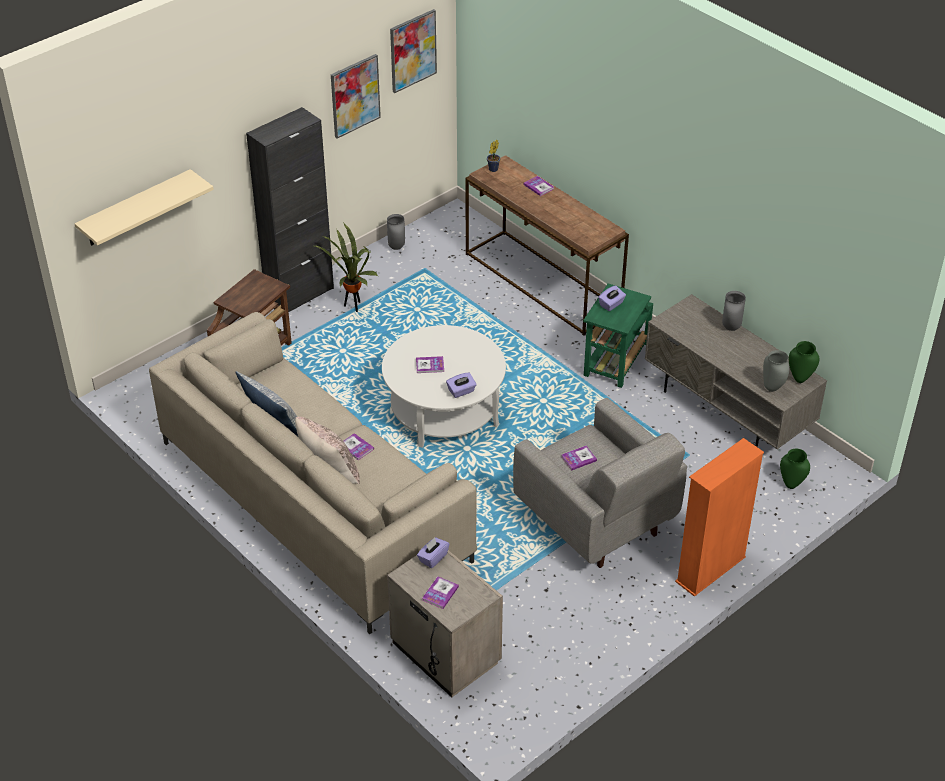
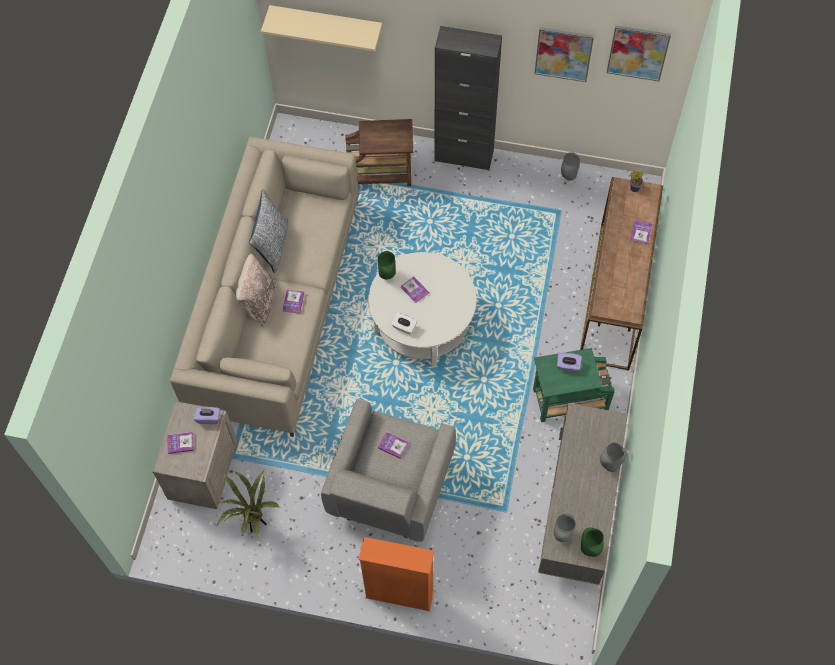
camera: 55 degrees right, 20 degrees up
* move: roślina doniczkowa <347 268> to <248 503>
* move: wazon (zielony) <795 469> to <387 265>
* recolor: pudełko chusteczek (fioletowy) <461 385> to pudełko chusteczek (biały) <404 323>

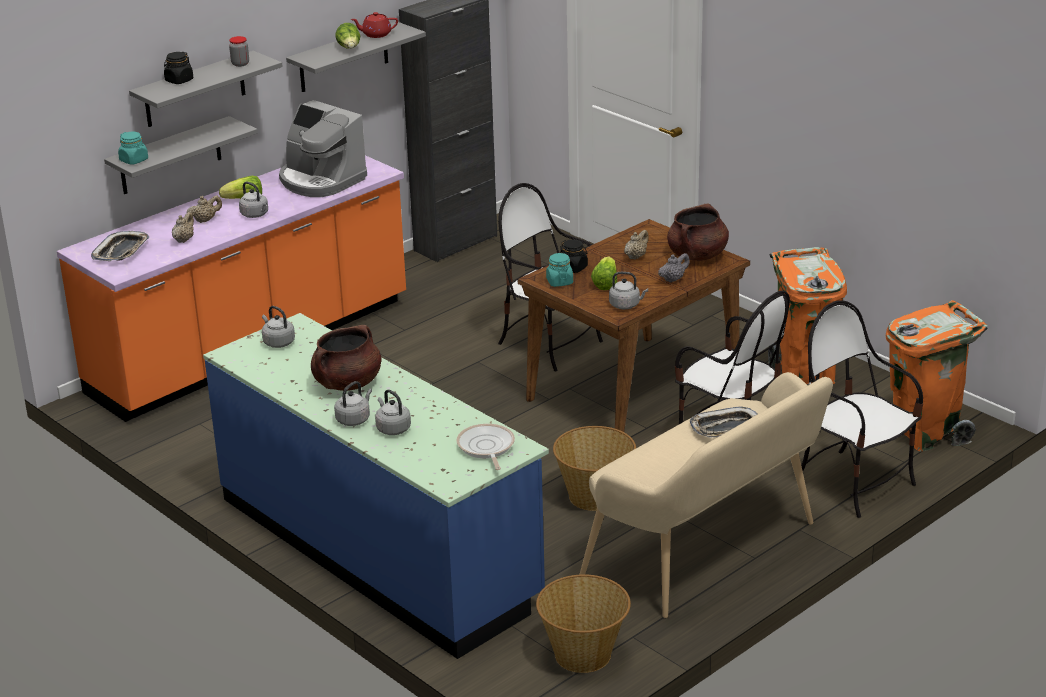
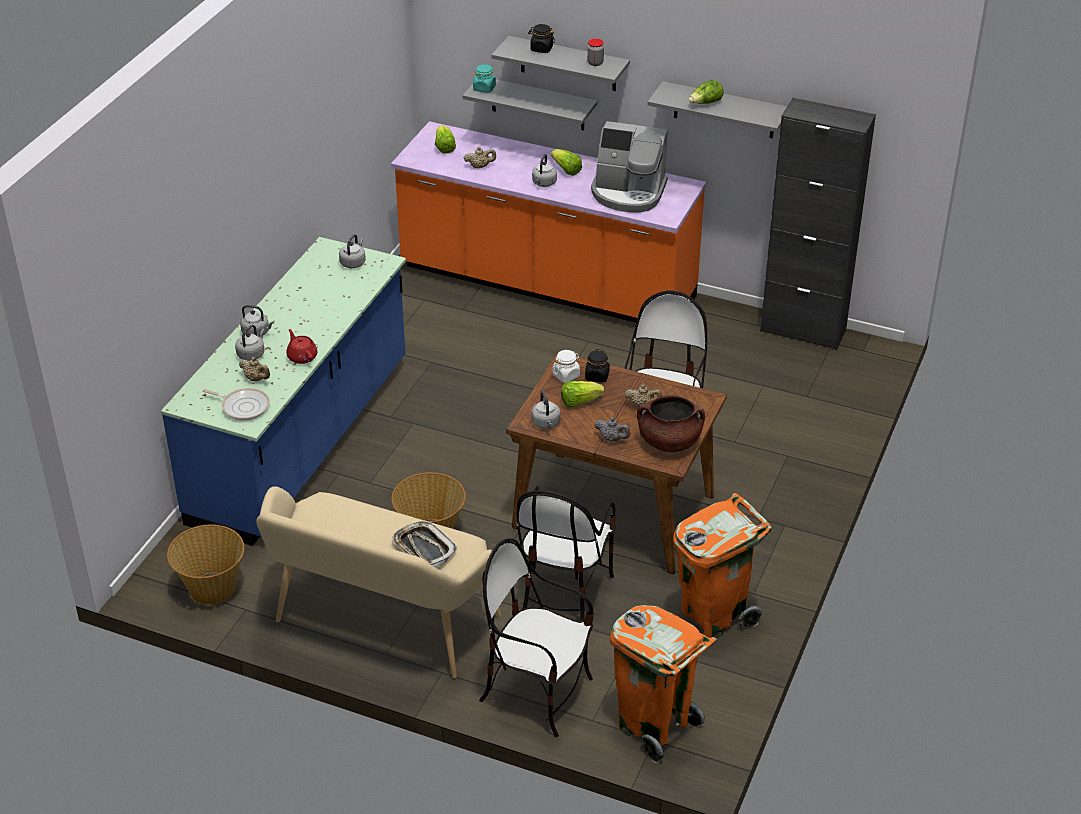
camera: 65 degrees right, 10 degrees up
* rotate: patelnia <485 447> = <236 404> 60 degrees clockwise
* move: imbryk (beżowy) <204 209> to <254 369>
* move: imbryk (czerwony) <374 25> to <301 346>
* replace: taca <120 246> to sałata <445 139>
* rotate: krzesło <862 409> = <536 637> 90 degrees counterclockwise
* recolor: słoik (turkusowy) <559 270> to słoik (biały) <566 366>
* rotate: ekspres do kawy <323 148> = <629 167> 90 degrees counterclockwise
* delete: garnek (brązowy) <346 358>

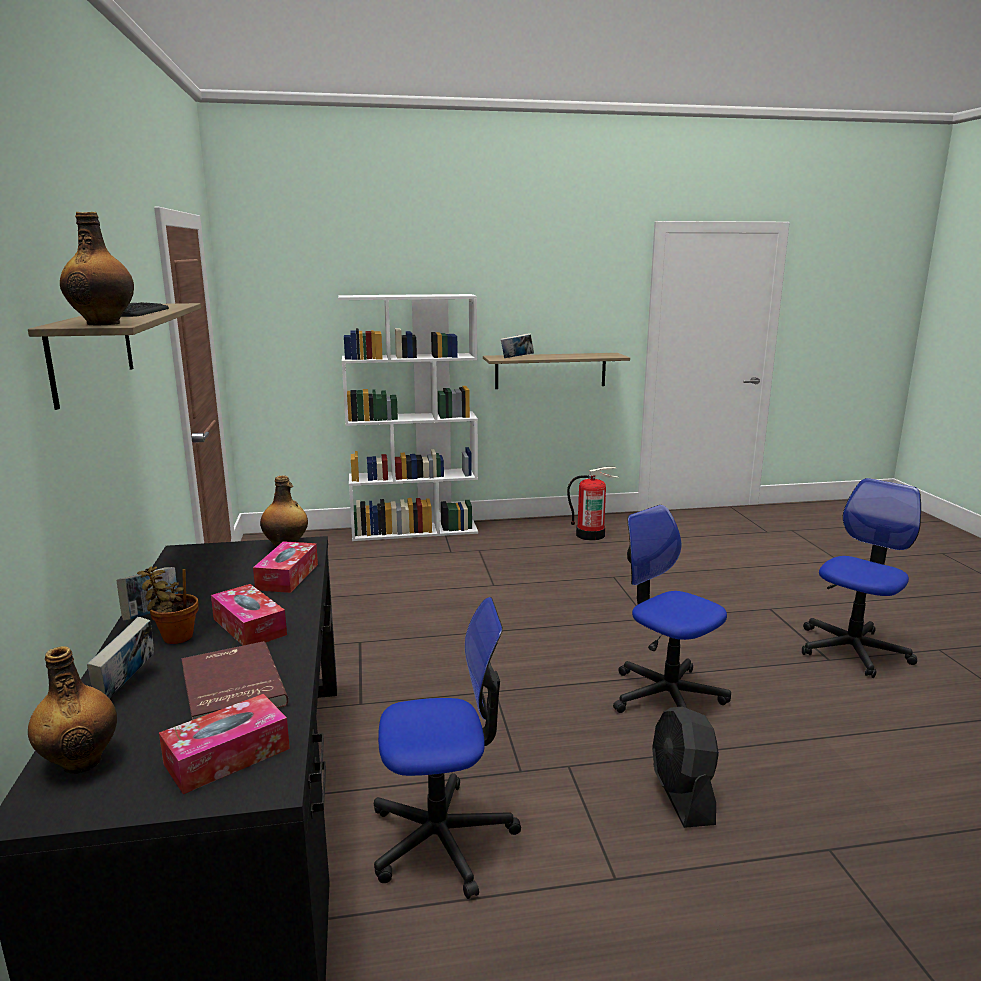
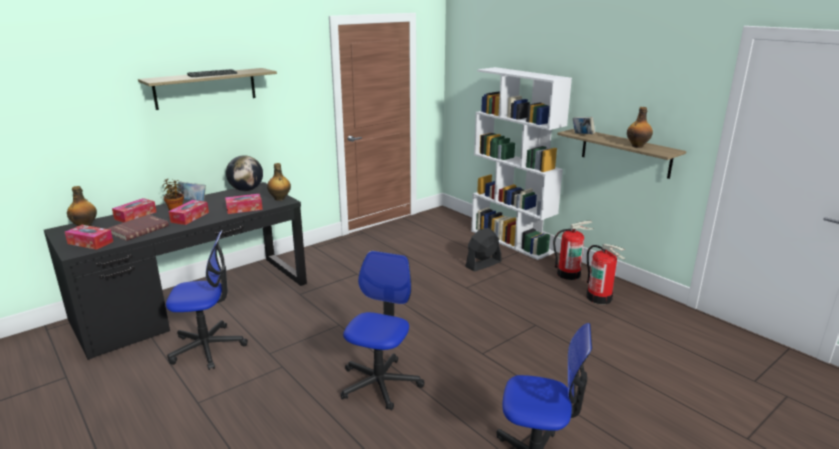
camera: 60 degrees right, 5 degrees up
* replace: książka <120 658> to pudełko chusteczek <134 210>
* rotate: krzesło biurowe <447 748> = <207 300> 60 degrees counterclockwise
* insert: globus <244 173>
* move: wentylator (czarny) <685 767> to <483 250>
* insert: gaśnica <573 250>
* move: butelka <97 269> to <640 127>

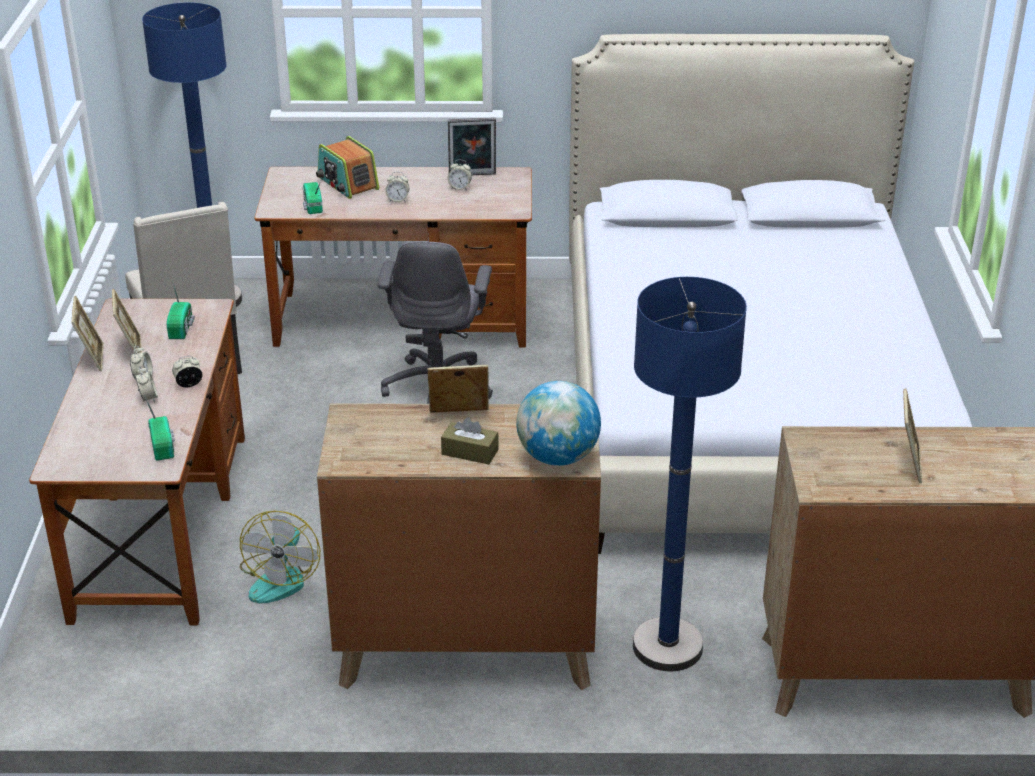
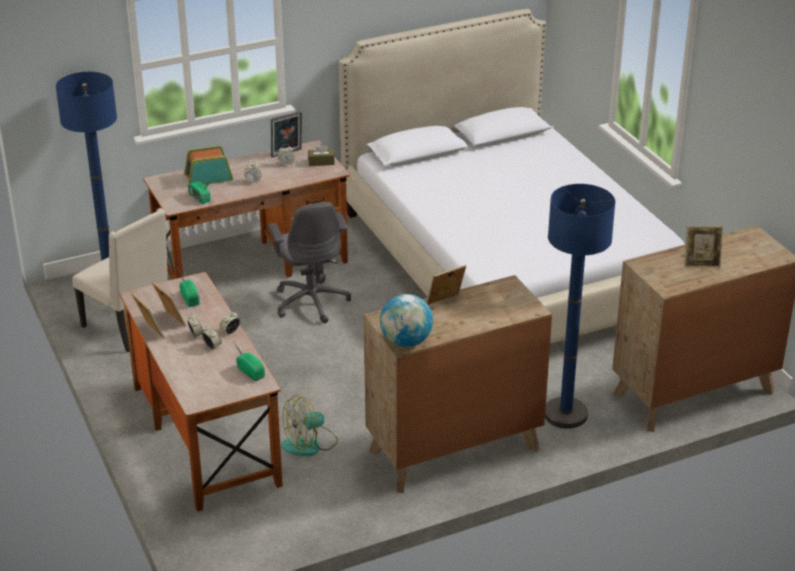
camera: 25 degrees left, 0 degrees up
* rotate: radio <347 167> = <208 165> 135 degrees clockwise
* rotate: wentylator <280 557> = <309 425> 75 degrees clockwise
* move: pudełko chusteczek (brązowy) <469 441> to <321 155>
* move: globus <558 423> to <406 320>
* rotate: ramka na zdjęcie <912 435> = <703 247> 105 degrees clockwise

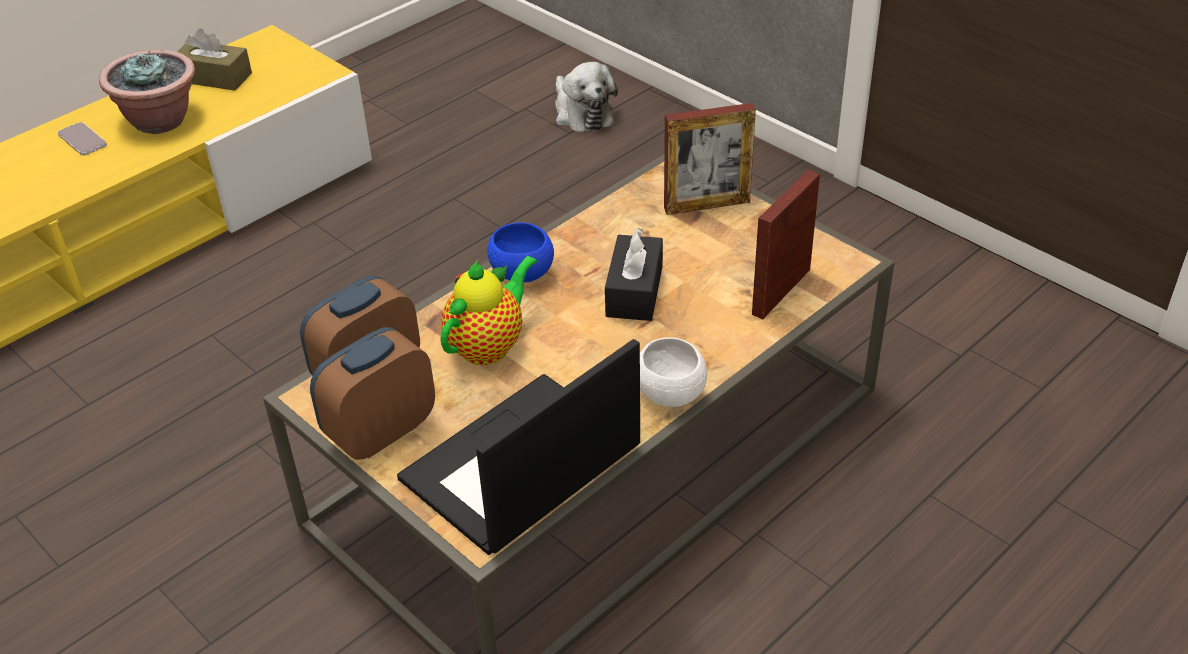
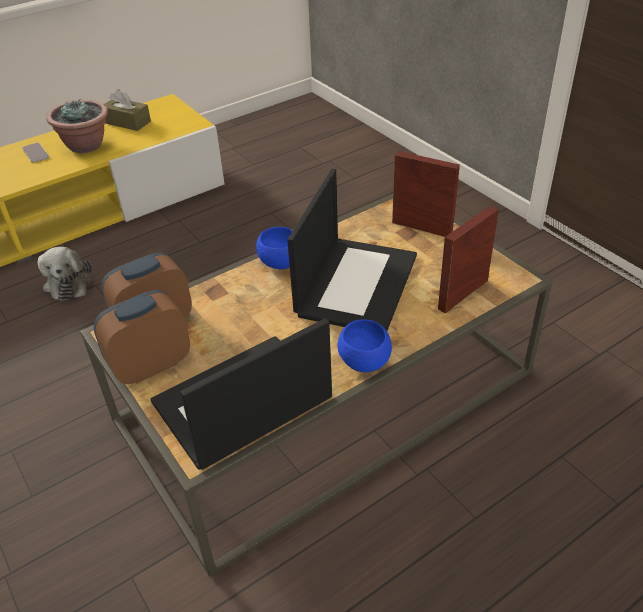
camera: 10 degrees right, 0 degrees up
* move: pluszak <586 97> to <65 274>
* replace: pudełko chusteczek (czarny) <634 274> to laptop <352 250>
* recolor: miska (biały) <673 372> to miska (niebieski) <364 345>
* rotate: ramka na zdjęcie <710 159> = <426 194> 150 degrees counterclockwise
* delete: imbryk <489 310>

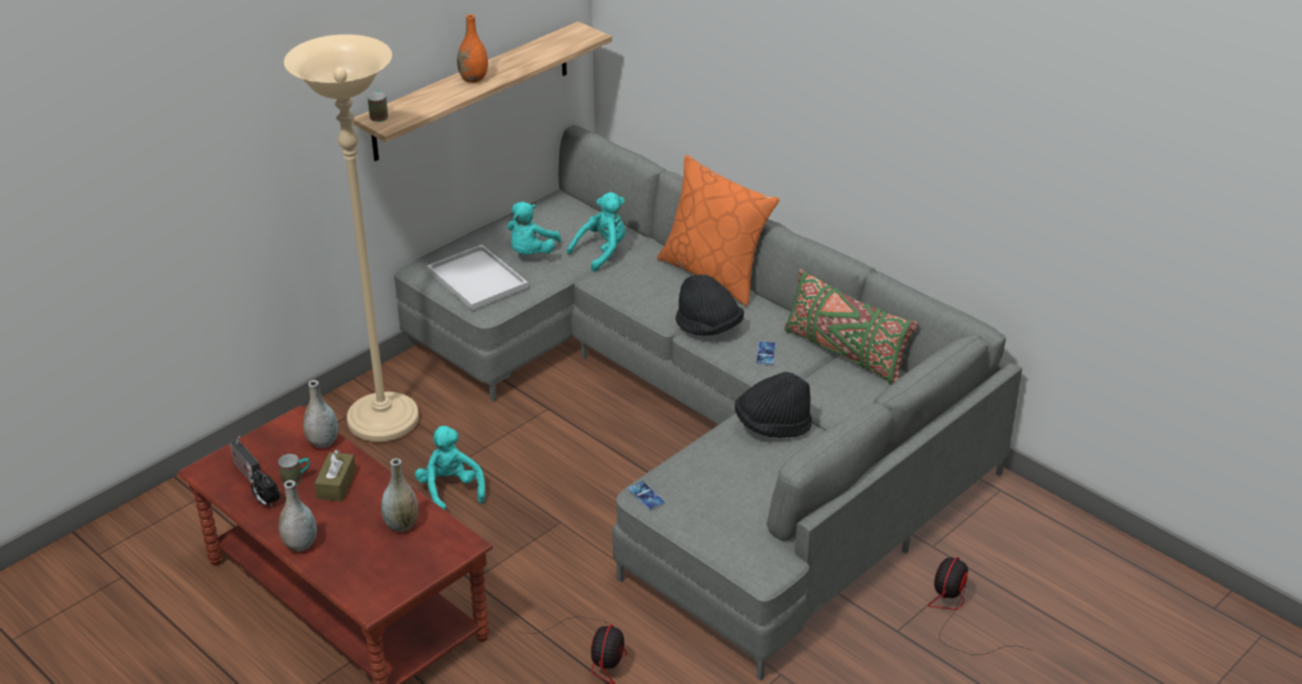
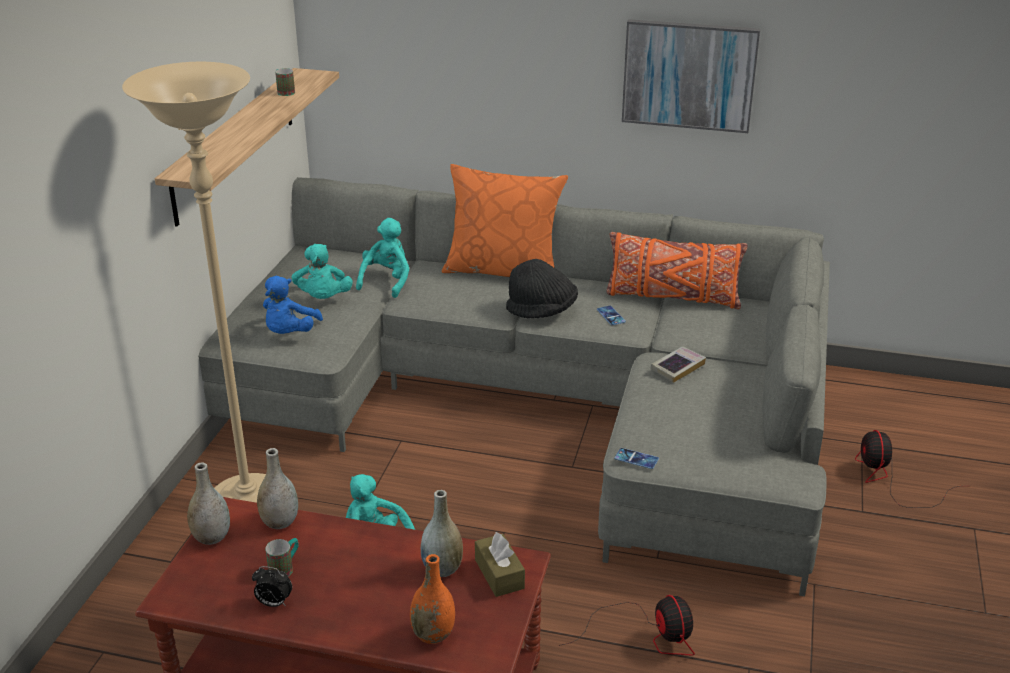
camera: 30 degrees left, 5 degrees down
* move: wazon (szary) <297 515> to <208 503>
* replace: taca (biały) <477 277> to pluszak (niebieski) <293 305>
* move: kubek <378 106> to <285 82>
* move: wazon (pomarańczowy) <472 48> to <432 599>
* move: pudełko chusteczek (brązowy) <335 476> to <500 564>
* recolor: poduszka (zielony) <851 327> to poduszka (pomarańczowy) <677 271>
* insert: obraz <691 76>
* replace: kapelusz (czarny) <773 405> to książka <678 364>
* delete: radio <245 460>

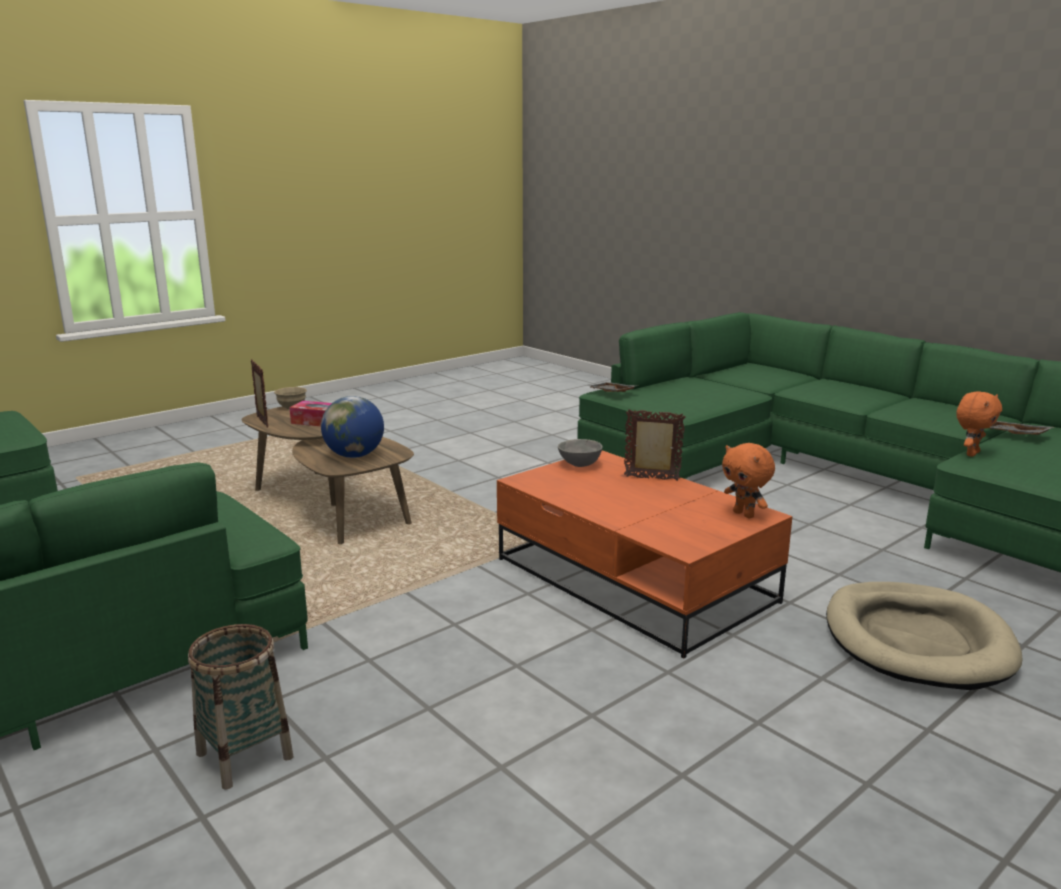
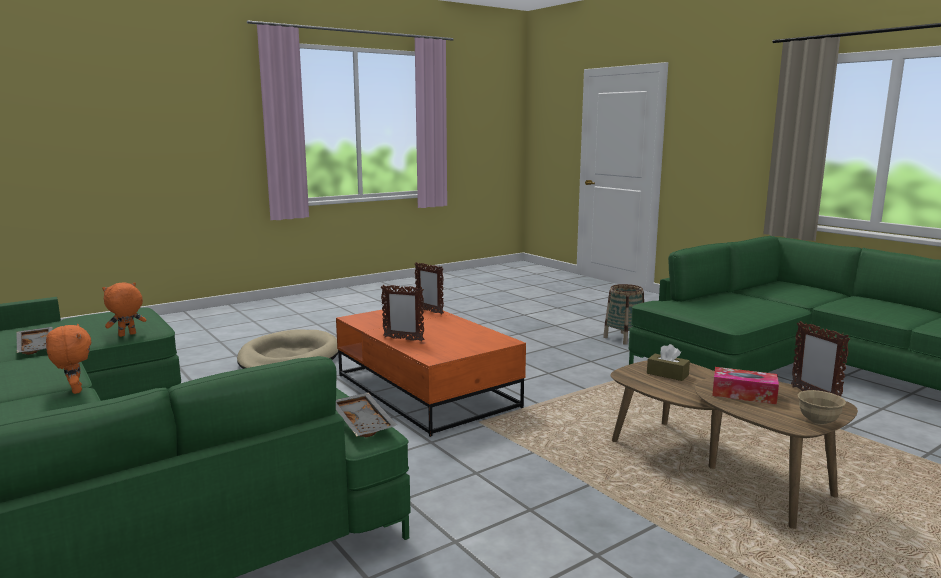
camera: 175 degrees left, 5 degrees down
* move: pluszak (pomarańczowy) <748 481> to <68 359>
* insert: ramka na zdjęcie <429 288>
* replace: globus <352 427> to pudełko chusteczek (brązowy) <668 362>
* delete: miska (szary) <580 453>

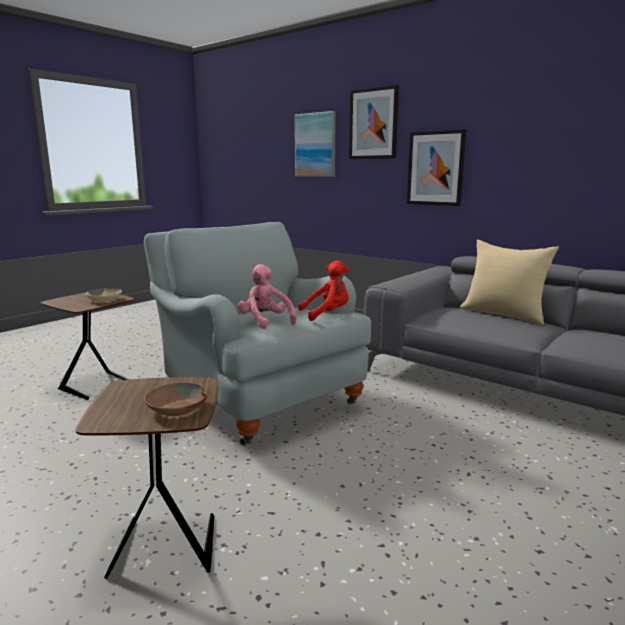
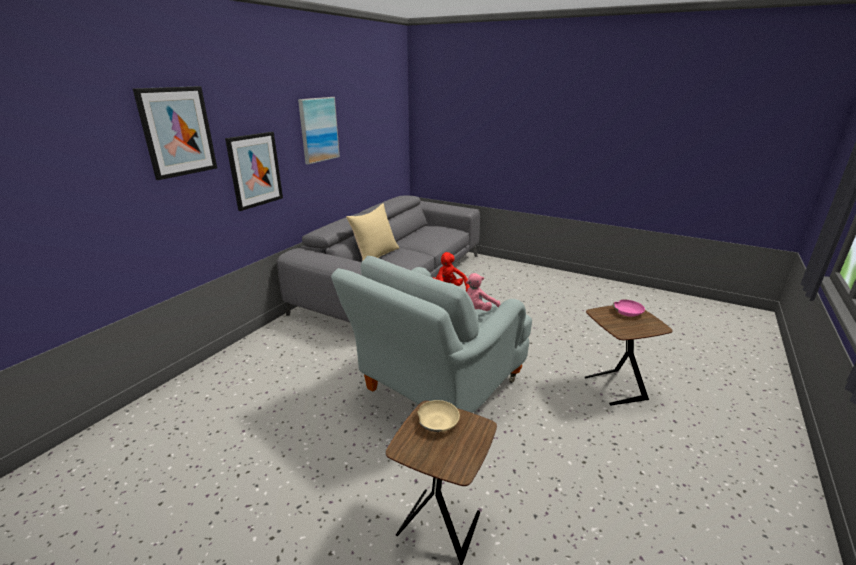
camera: 100 degrees left, 10 degrees up
* move: obraz <315 144> to <319 131>
* recolor: miska (brązowy) <175 399> to miska (różowy) <629 308>

